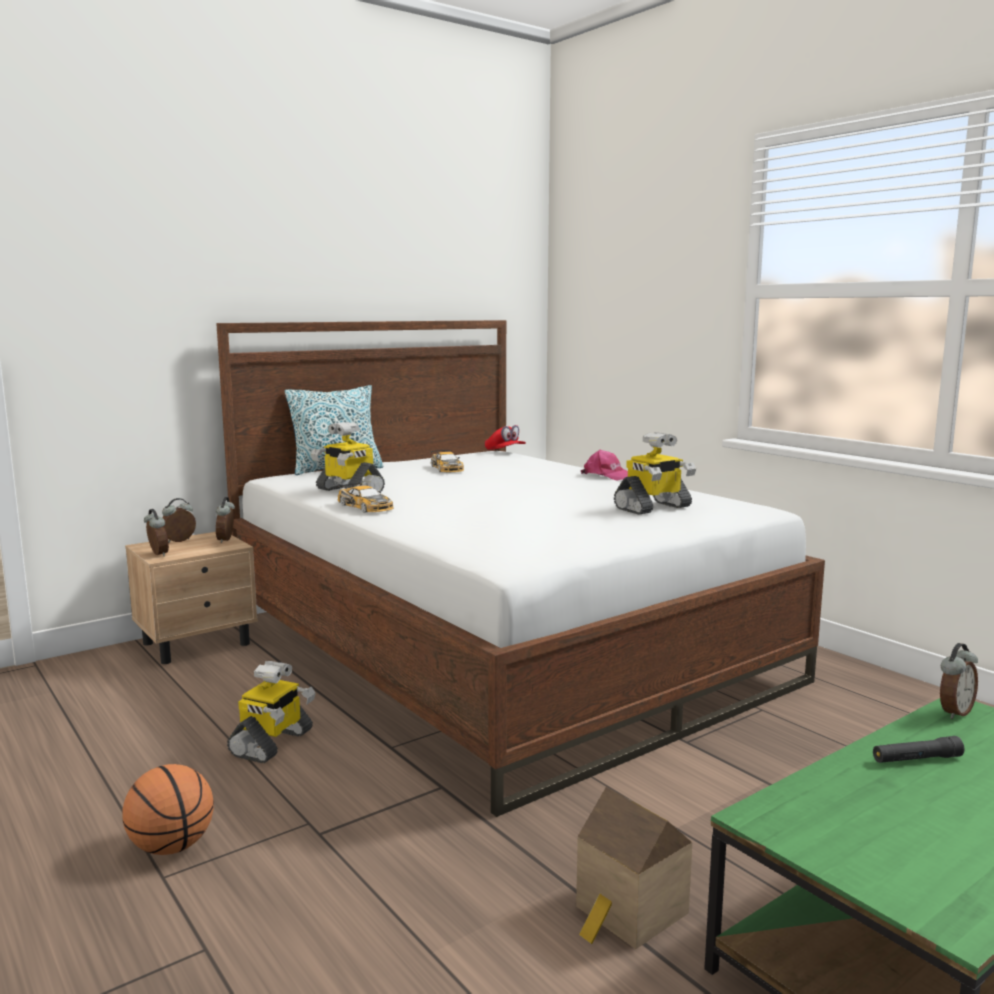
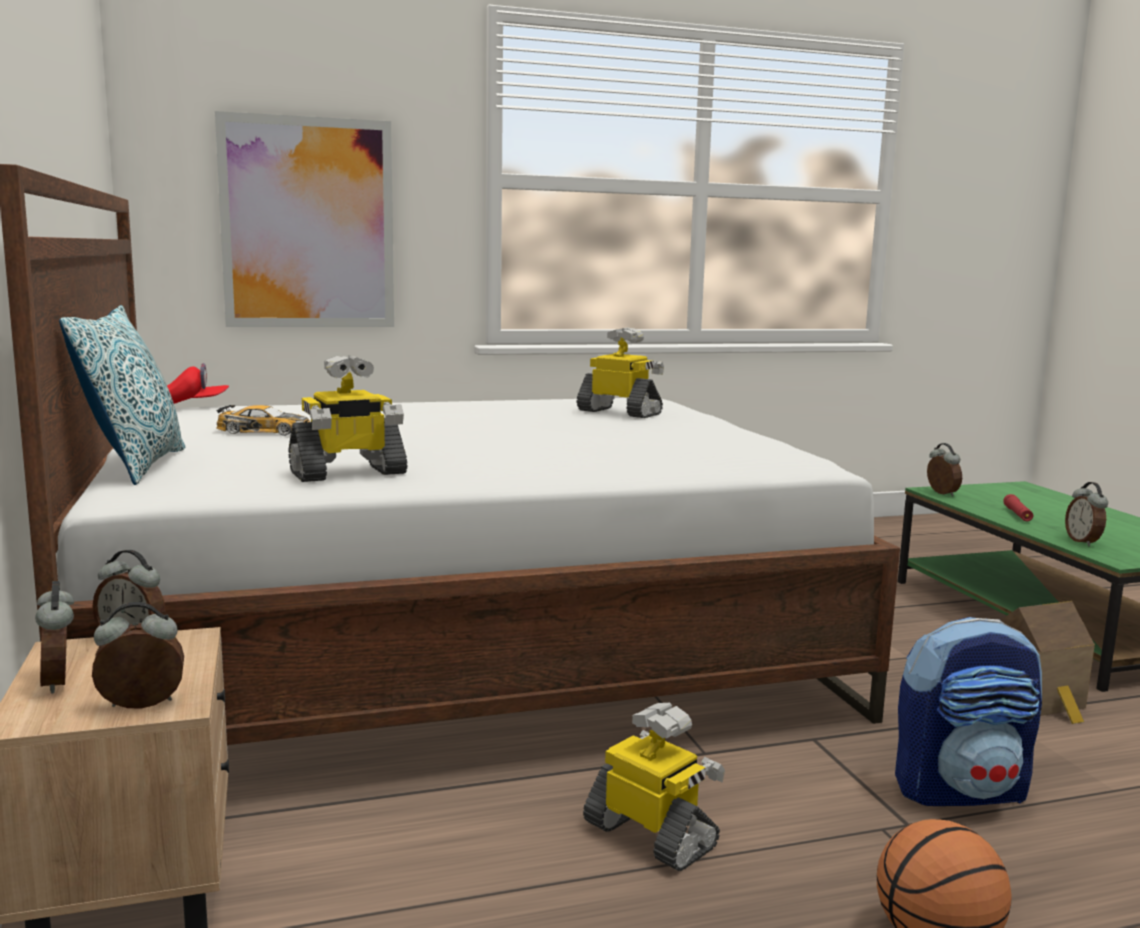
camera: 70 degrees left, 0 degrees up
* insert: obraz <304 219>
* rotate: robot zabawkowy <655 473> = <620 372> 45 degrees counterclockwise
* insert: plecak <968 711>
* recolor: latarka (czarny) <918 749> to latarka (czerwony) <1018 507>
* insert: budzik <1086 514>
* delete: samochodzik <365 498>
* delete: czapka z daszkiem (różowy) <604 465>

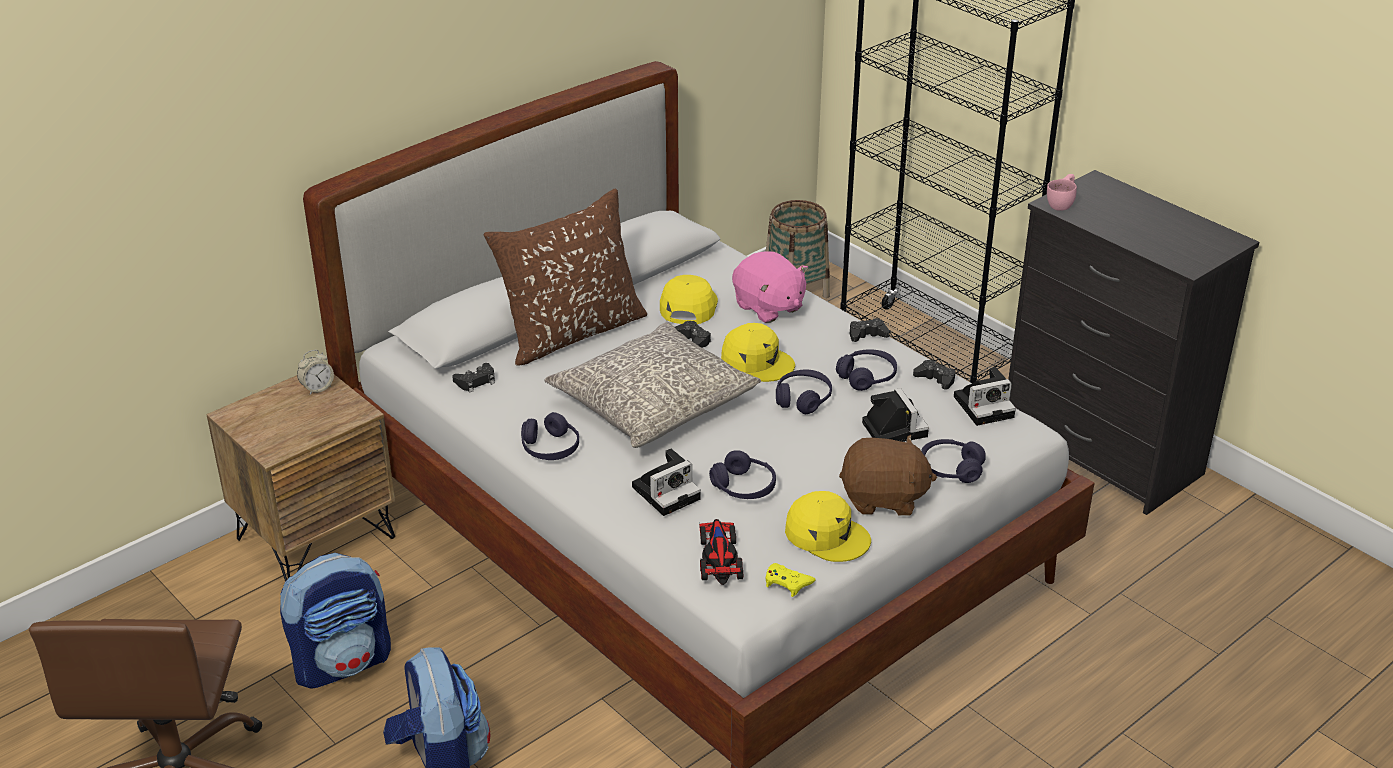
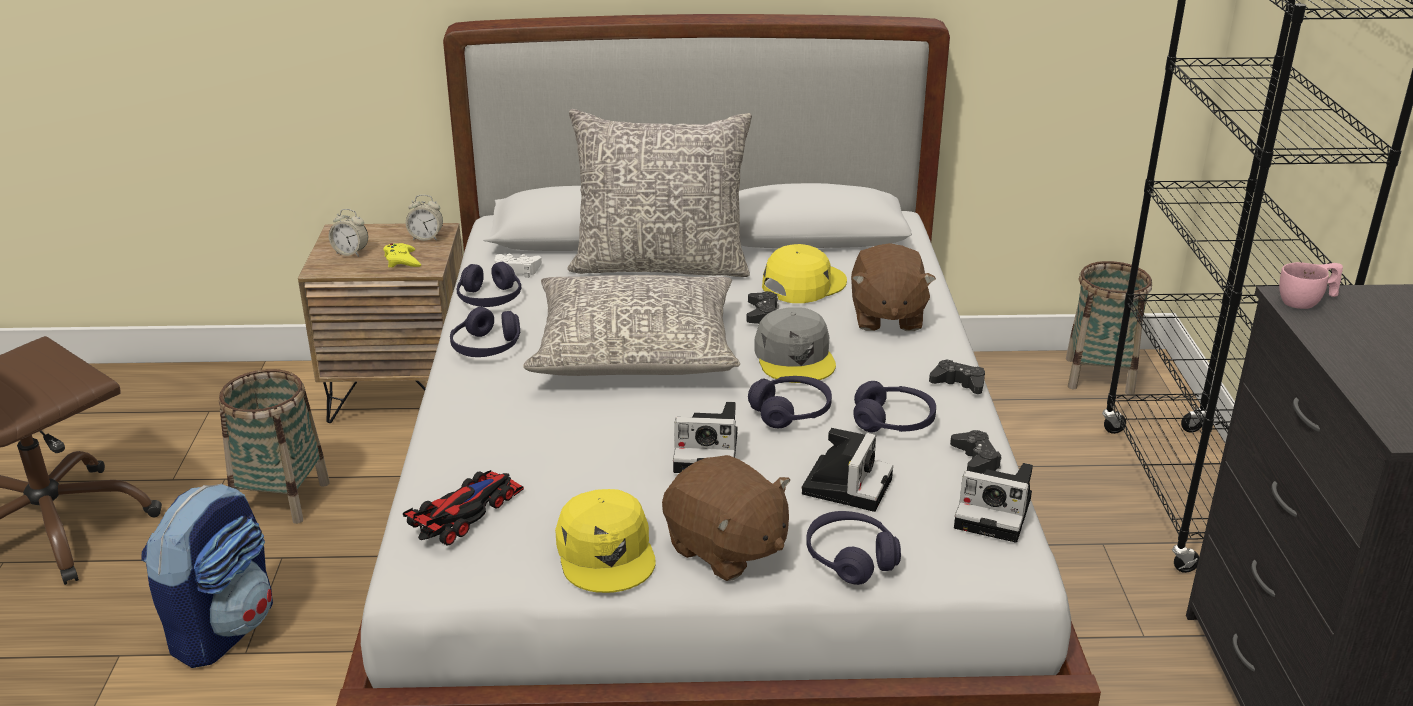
camera: 40 degrees right, 5 degrees down
* replace: plecak <335 620> to koszyk <274 446>
* insert: budzik <348 233>
* move: pad do gier (żółty) <790 580> to <402 255>
* move: słuchawki (fioletowy) <742 474> to <489 284>
* recolor: pad do gier (czarny) <473 377> to pad do gier (biały) <518 265>
* recolor: poduszka (brązowy) <565 277> to poduszka (szary) <659 193>
* move: aparat fotograficzny <666 482> to <705 437>
* recolor: czapka z daszkiem (żółty) <758 352> to czapka z daszkiem (szary) <795 345>
* recolor: pluszak (różowy) <770 287> to pluszak (brązowy) <893 287>

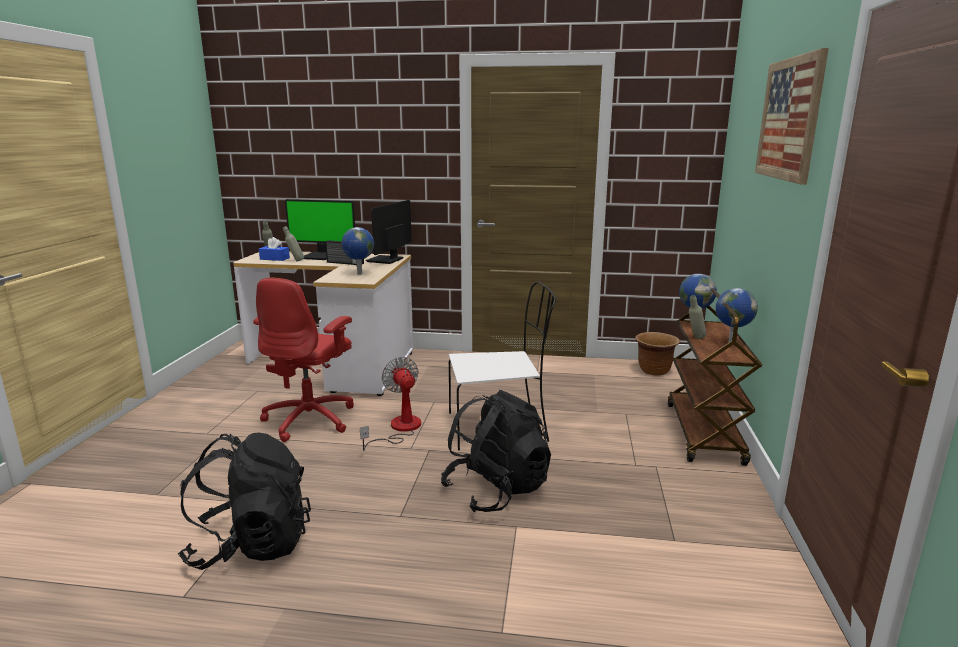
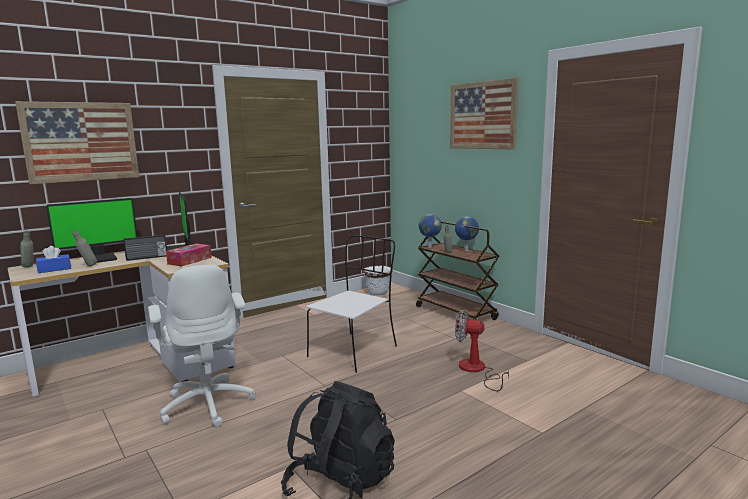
camera: 45 degrees left, 5 degrees down
* insert: obraz <77 142>
* recolor: krzesło biurowe (czerwony) <303 360> to krzesło biurowe (biały) <201 346>
* replace: globus <358 251> to pudełko chusteczek <189 255>
* recolor: donica (brązowy) <658 354> to donica (biały) <378 280>
* move: wentylator <390 404> to <482 350>
* delete: plecak (czarny) <496 451>

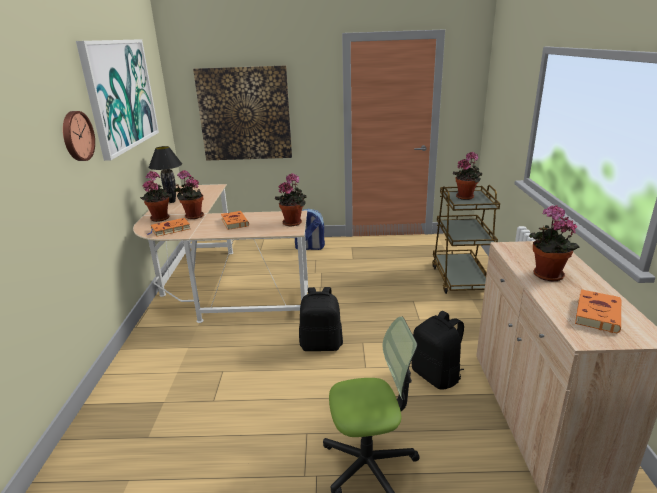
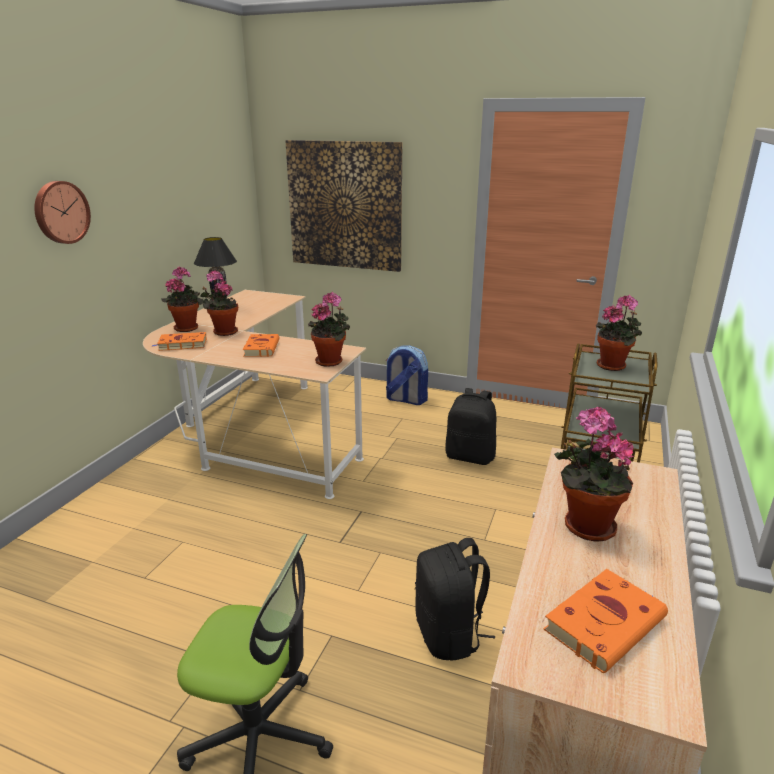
camera: 20 degrees right, 0 degrees up
* move: plecak (czarny) <321 319> to <470 426>
* delete: obraz <117 100>

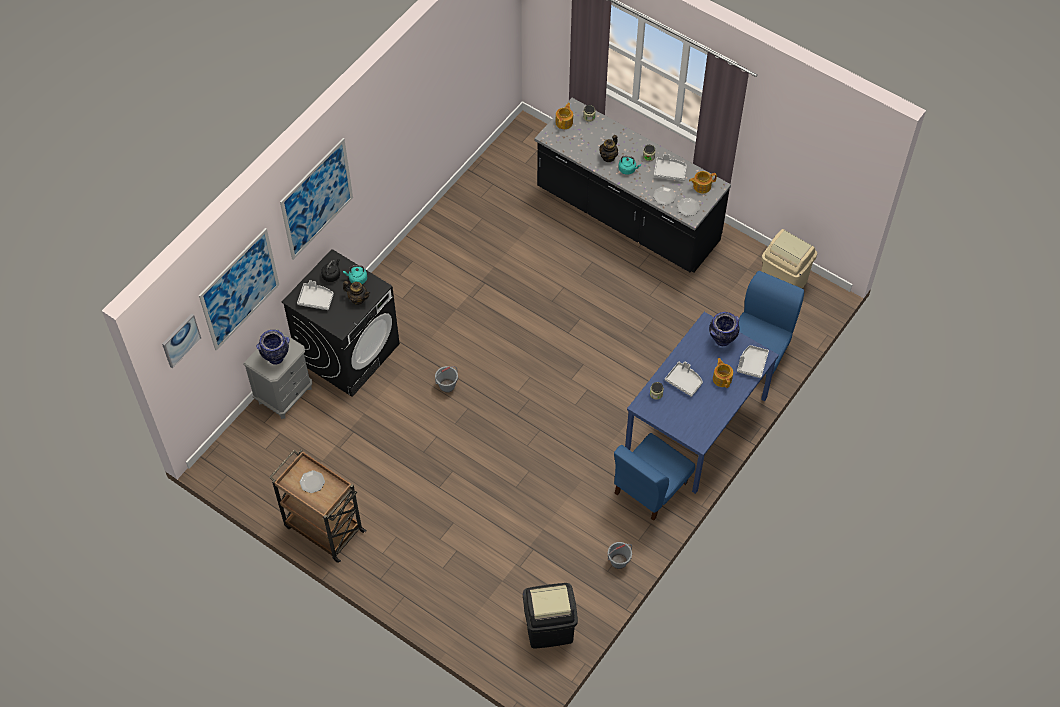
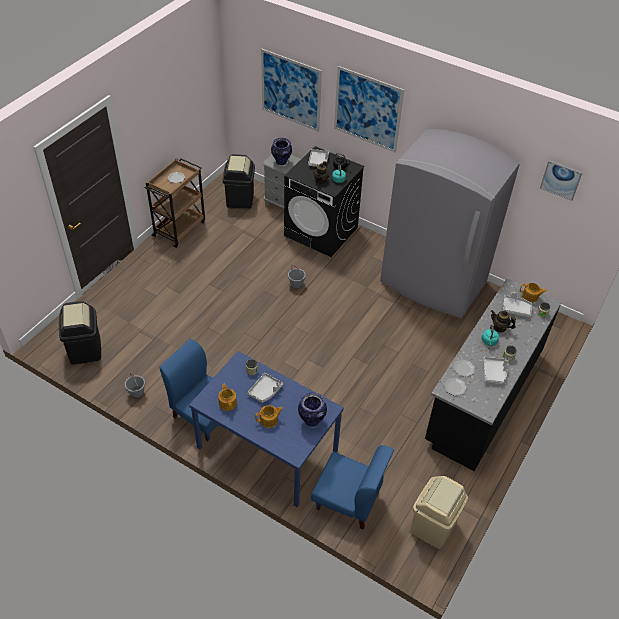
camera: 85 degrees right, 10 degrees down
* move: imbryk <703 182> to <227 397>
* insert: kosz na śmieci (czarny) <239 181>
* insert: lodówka (szary) <450 223>
* move: taca (szary) <753 361> to <517 304>
* move: obraz <181 341> to <561 180>

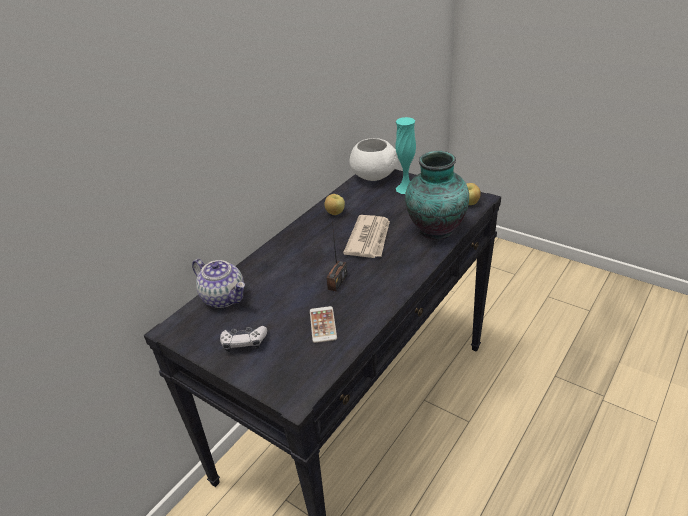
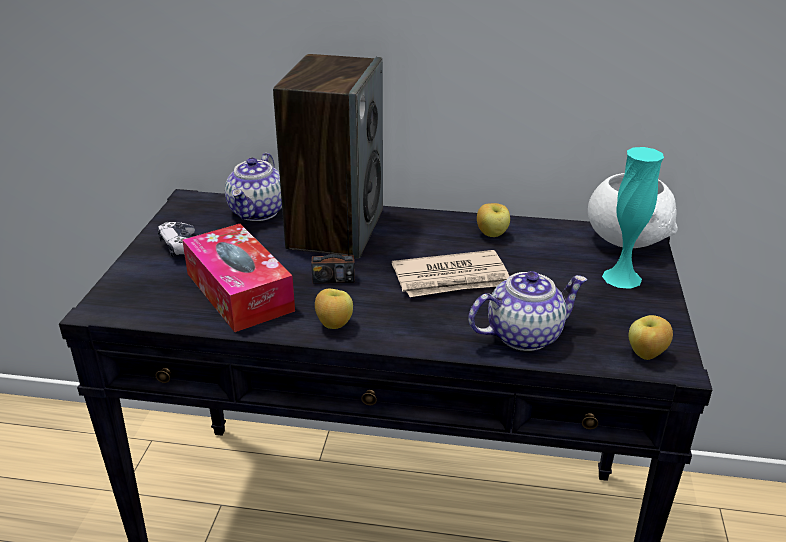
camera: 60 degrees right, 5 degrees down
* replace: telefon <323 324> to pudełko chusteczek <238 278>
* insert: głośnik <328 156>
* insert: jabłko <334 309>
* replace: wazon <437 195> to imbryk <527 311>

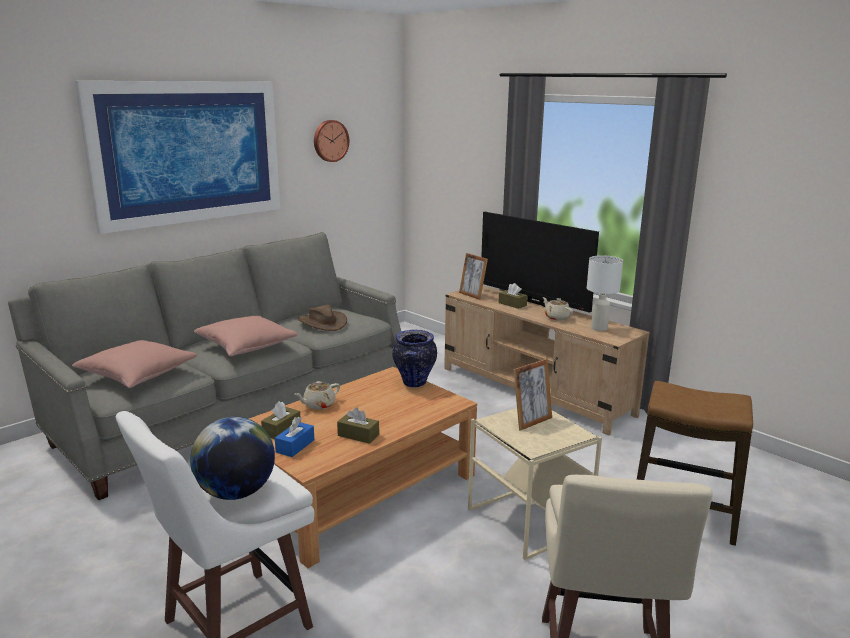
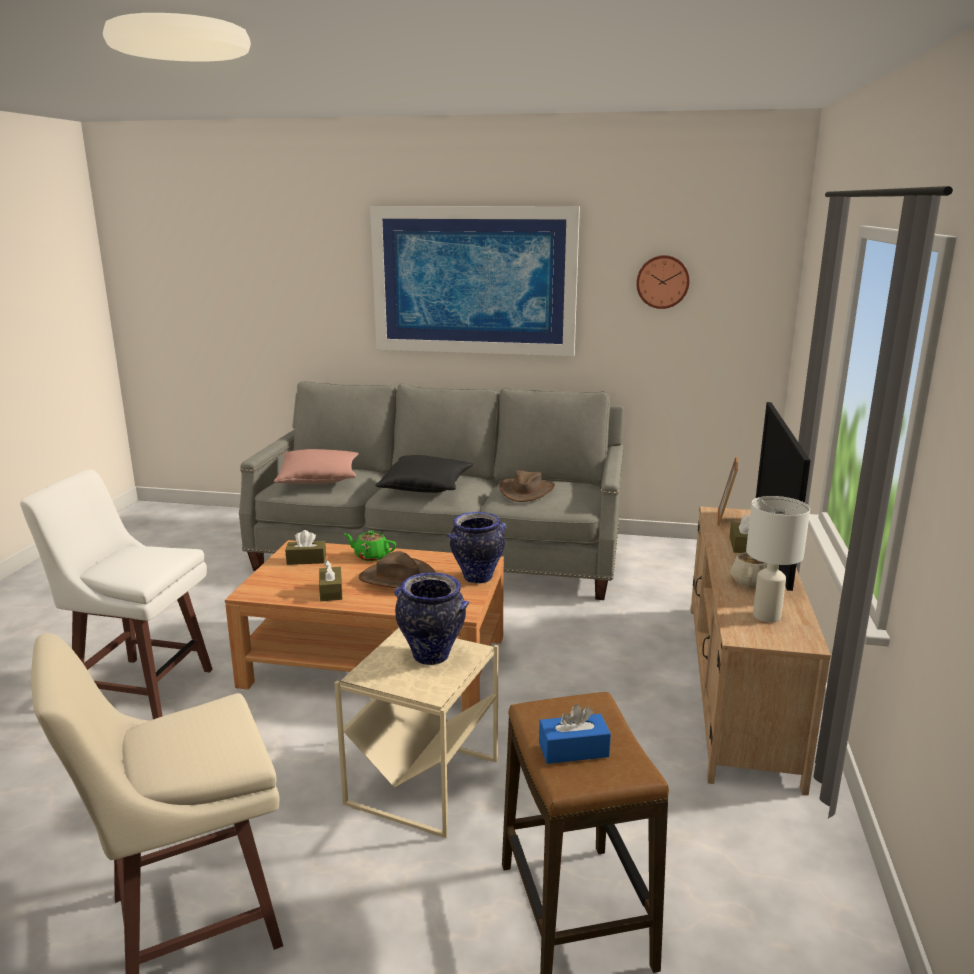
camera: 55 degrees right, 0 degrees up
* recolor: imbryk (beżowy) <317 395> to imbryk (zielony) <370 545>
* insert: kapelusz (brązowy) <397 569>
* recolor: poduszka (różowy) <246 336> to poduszka (czarny) <424 474>
* replace: ramka na zdjęcie <533 395> to wazon <431 618>
* move: pudełko chusteczek (niebieski) <294 437> to <575 734>
* delete: globus <232 458>

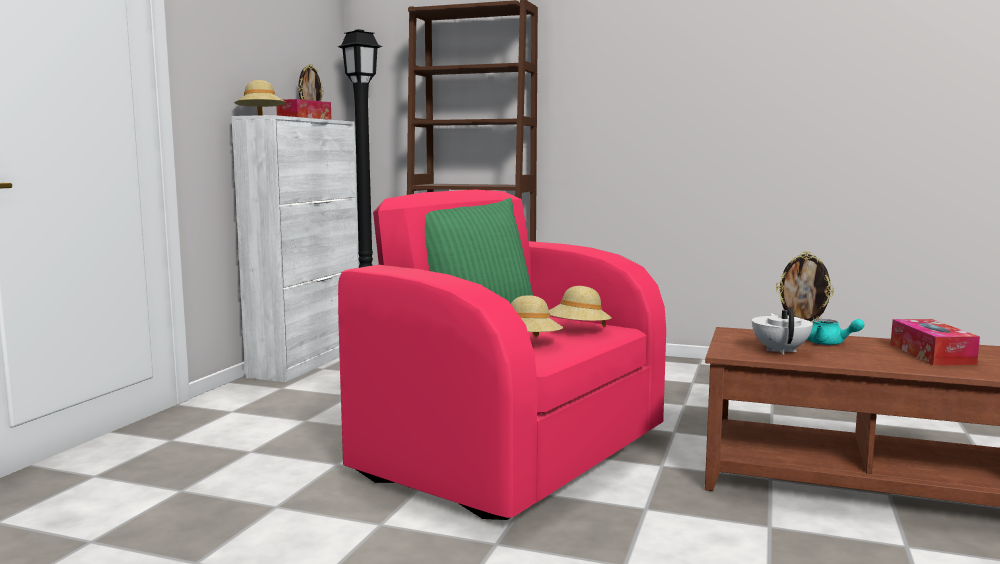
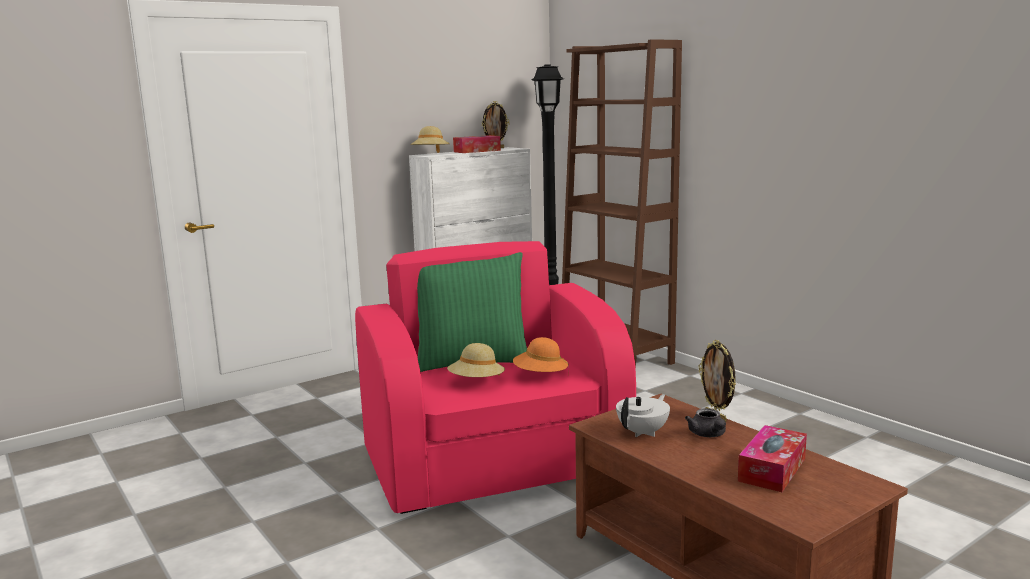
camera: 35 degrees right, 5 degrees up
* recolor: kapelusz (beżowy) <580 307> to kapelusz (pomarańczowy) <541 354>
* recolor: imbryk (turkusowy) <835 332> to imbryk (szary) <705 422>

